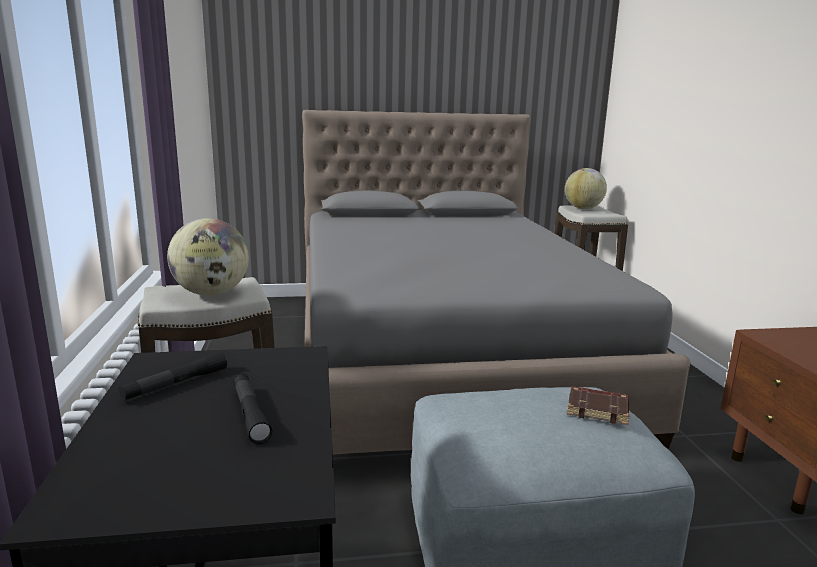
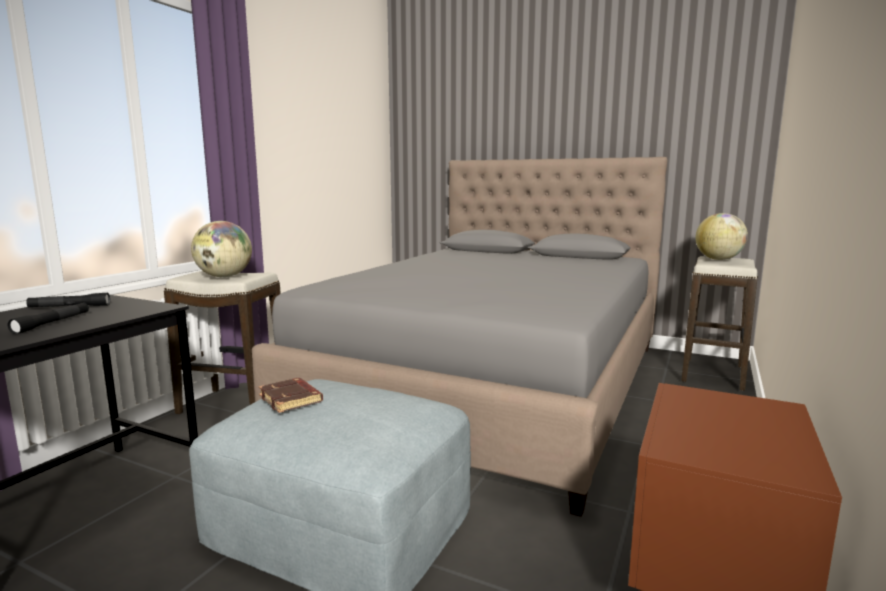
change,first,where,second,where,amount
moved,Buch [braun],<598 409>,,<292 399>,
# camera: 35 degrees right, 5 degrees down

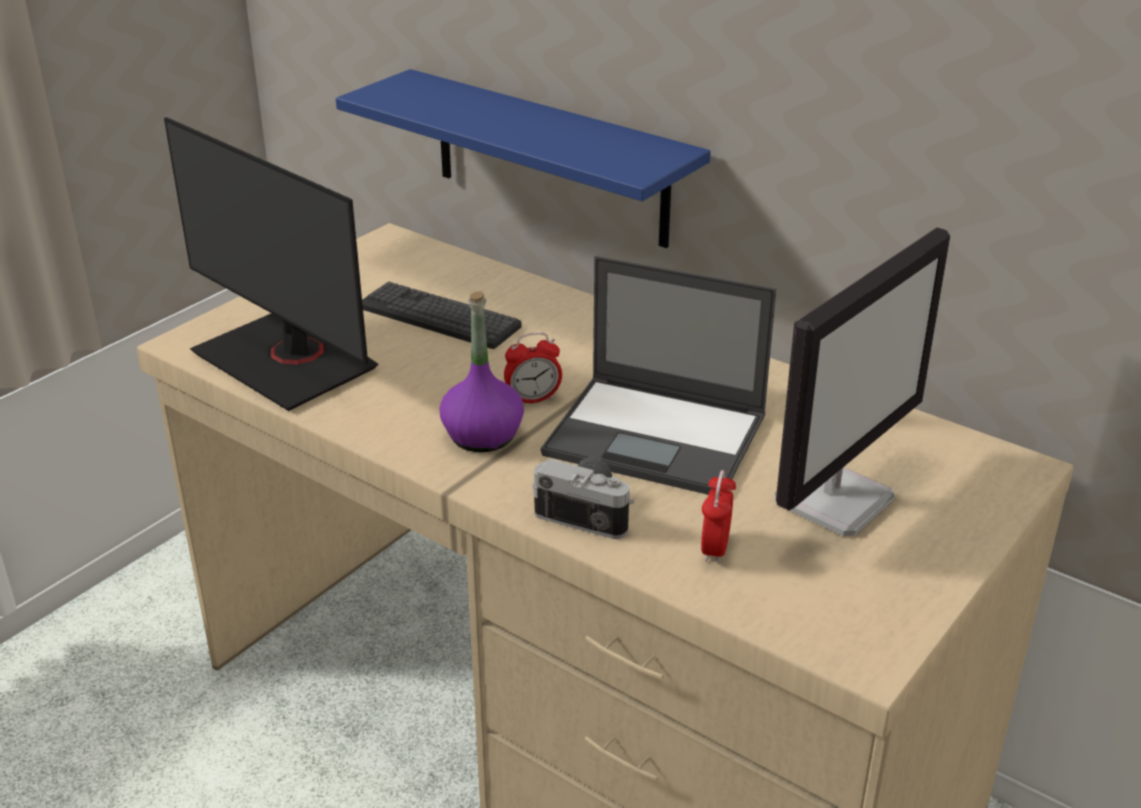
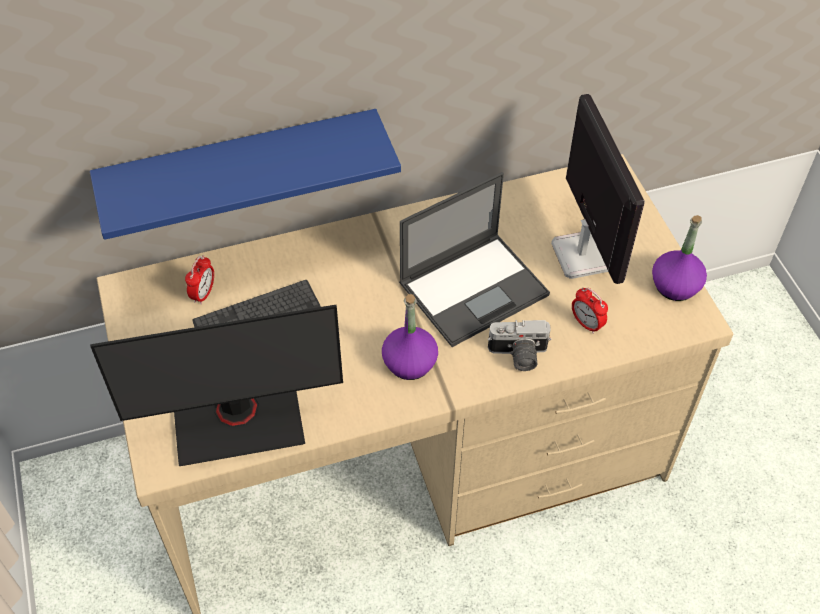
change,first,where,second,where,amount
moved,Wecker,<533 399>,,<203 294>,
turned,Kamera,<588 511>,,<518 356>,150 degrees counterclockwise
added,,,Flasche [lila],<675 286>,
# camera: 55 degrees left, 20 degrees up

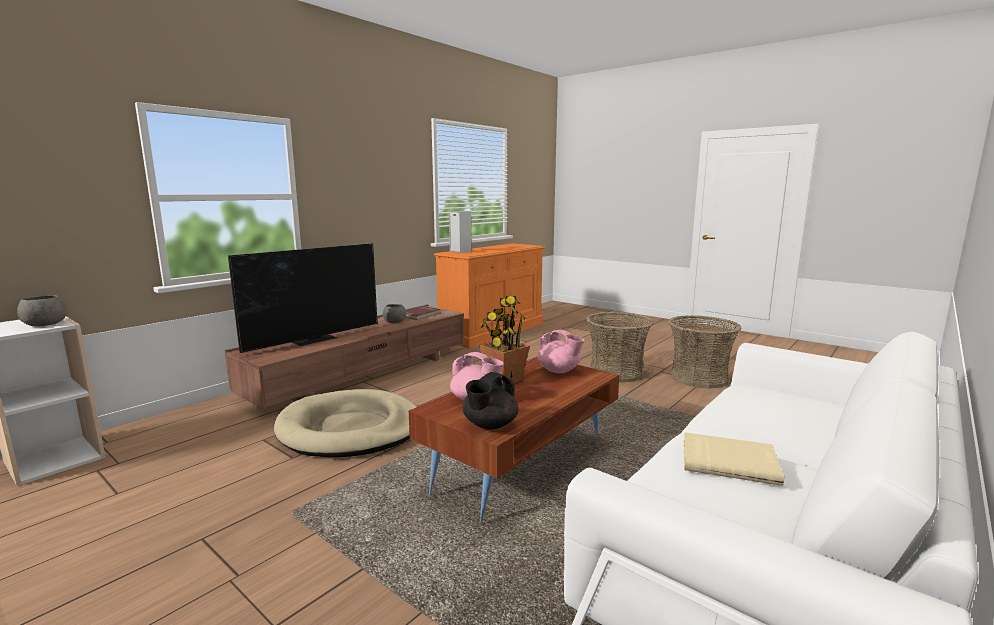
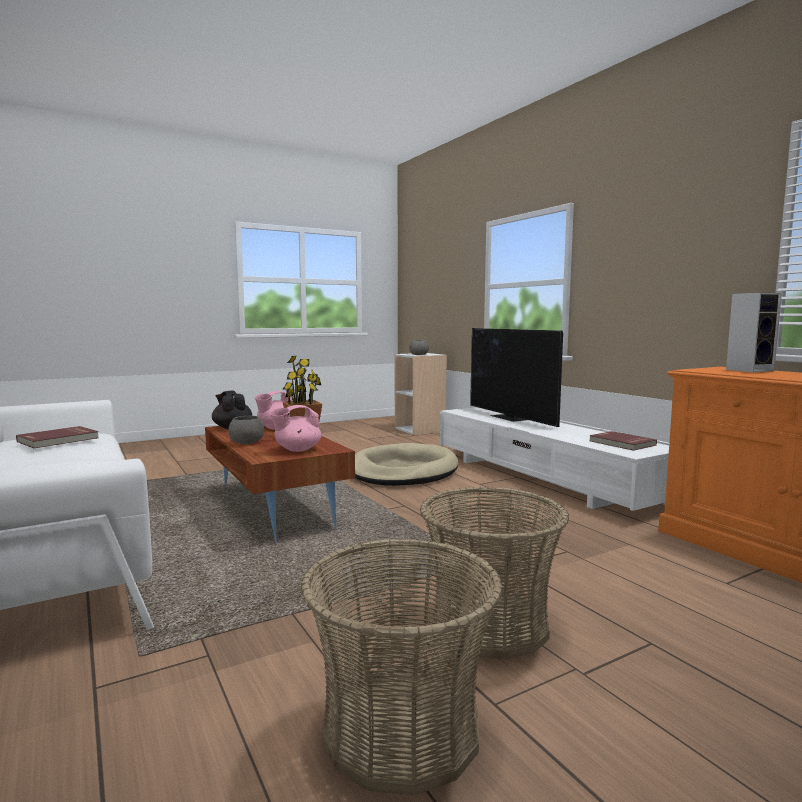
change,first,where,second,where,amount
moved,Schüssel [grau],<394 322>,,<247 442>,
recoloured,Fernsehschrank [braun],<362 373>,Fernsehschrank [weiß],<542 477>,
recoloured,Buch [beige],<728 461>,Buch [rot],<59 440>,
# camera: 110 degrees right, 5 degrees down

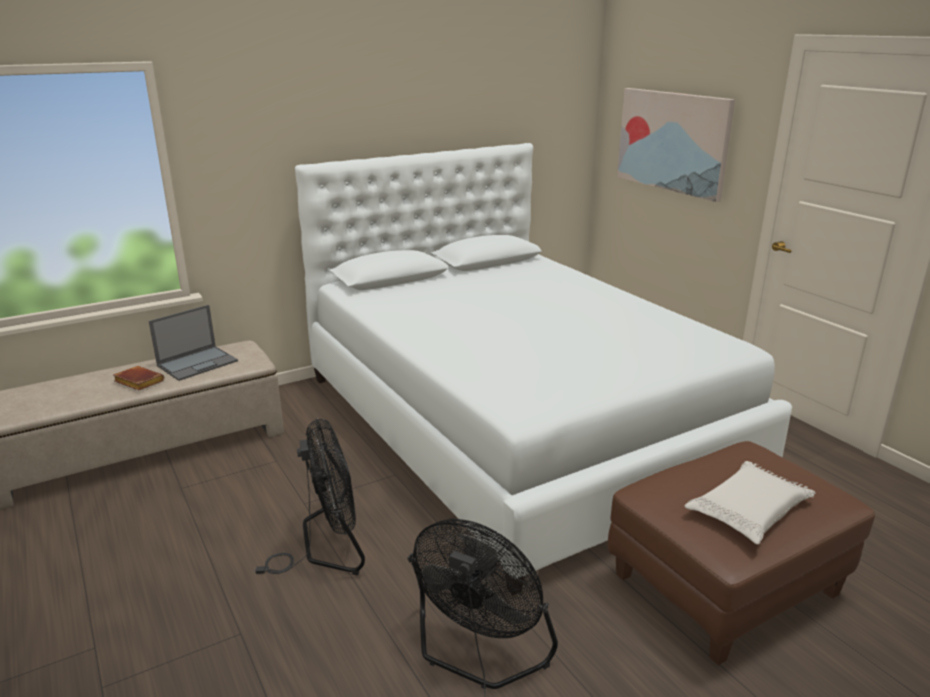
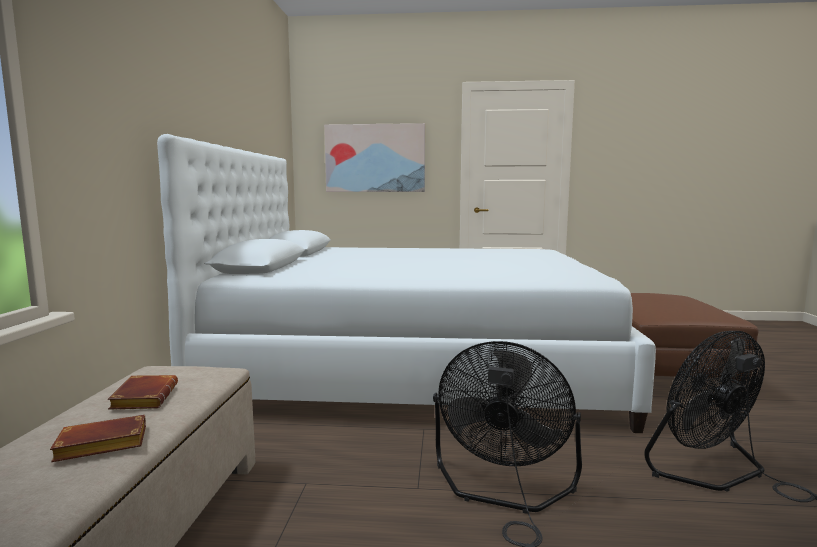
change,first,where,second,where,amount
replaced,Laptop,<198 363>,Buch [braun],<143 397>,
removed,Kissen [weiß],<749 508>,,,
# camera: 55 degrees left, 15 degrees down

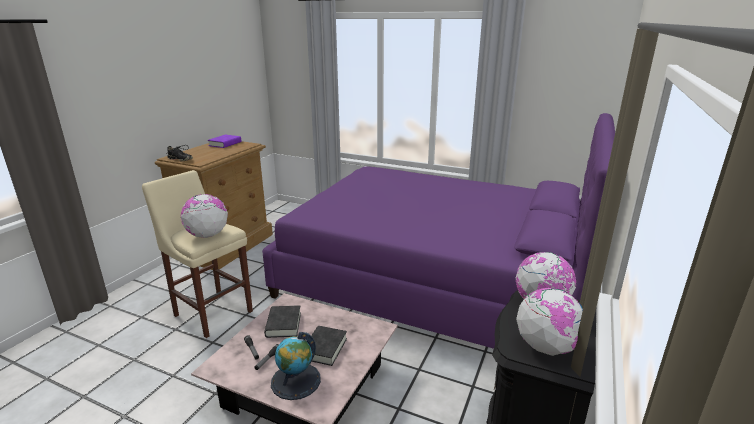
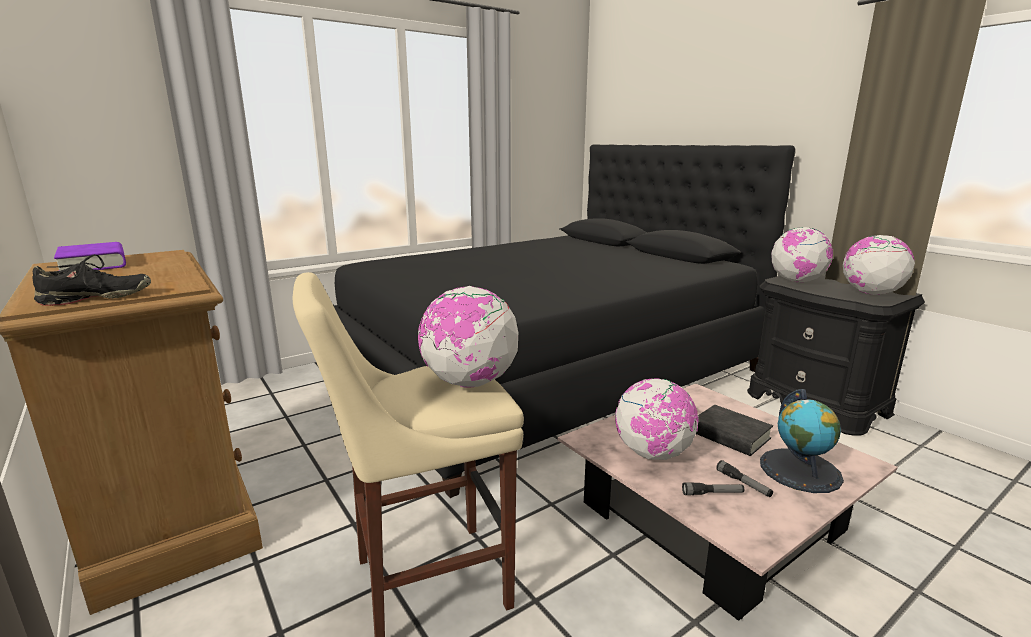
change,first,where,second,where,amount
recoloured,Bett [lila],<435 281>,Bett [schwarz],<546 371>,
replaced,Buch [schwarz],<283 324>,Globus,<653 454>,
# camera: 60 degrees left, 5 degrees down

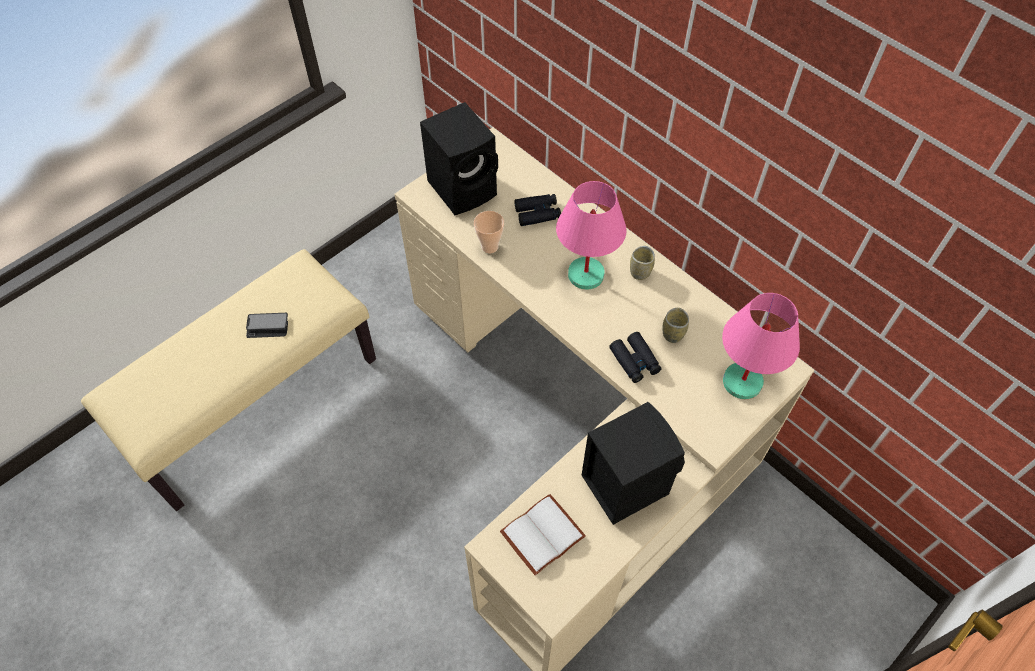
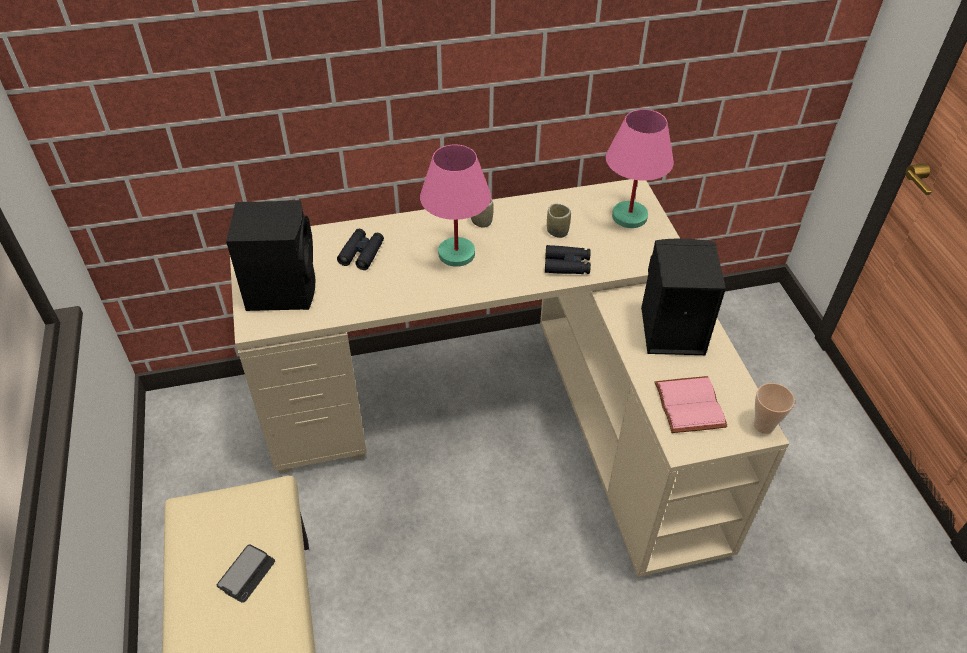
change,first,where,second,where,amount
moved,Tasse,<490 246>,,<763 425>,
recoloured,Buch [weiß],<542 532>,Buch [rosa],<687 405>,
# camera: 60 degrees left, 10 degrees down

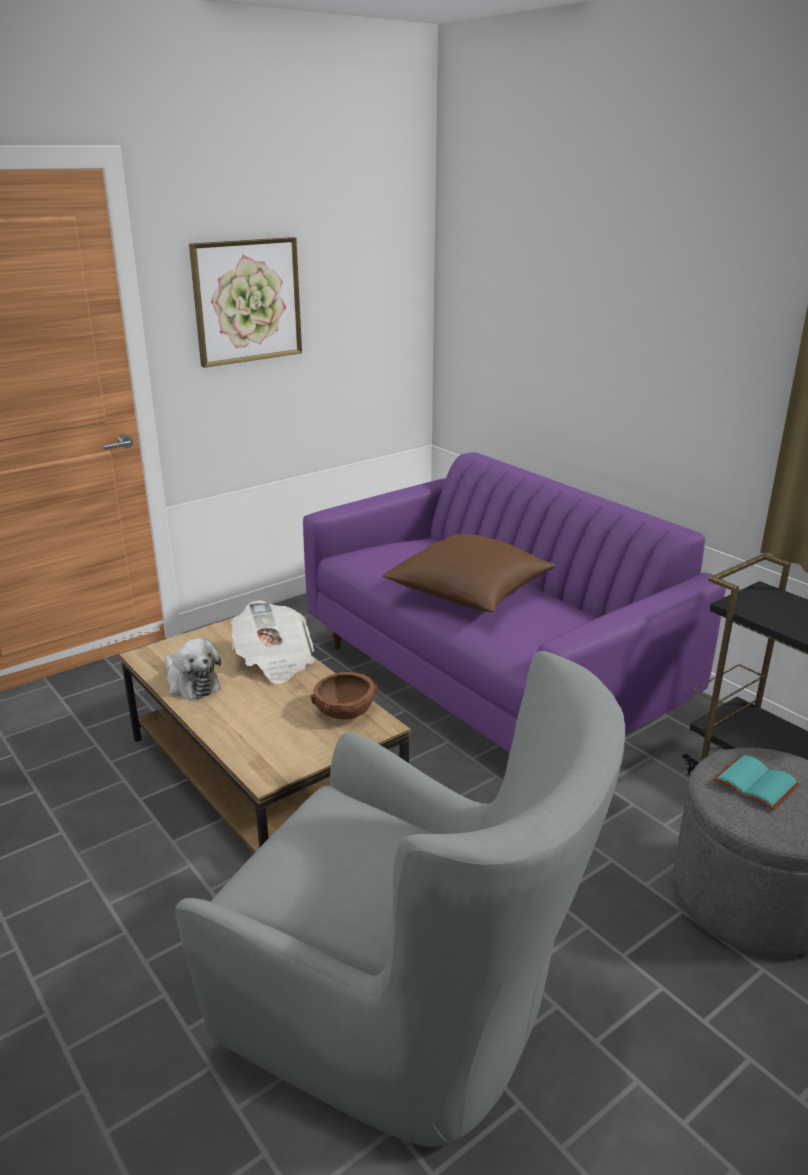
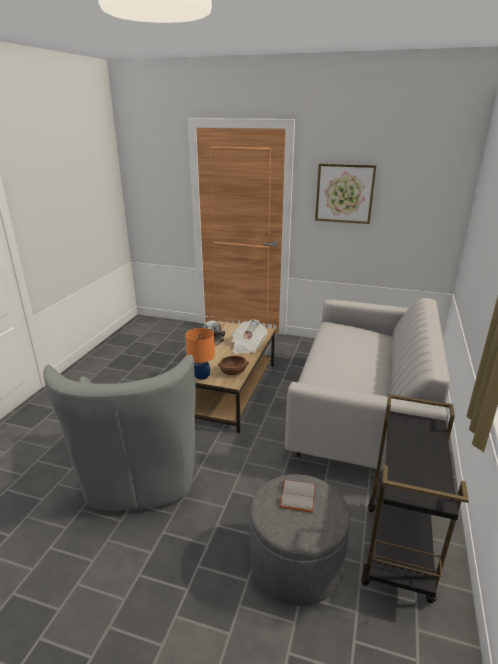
change,first,where,second,where,amount
recoloured,Sofa [lila],<492 679>,Sofa [grau],<361 415>,
removed,Kissen [braun],<469 592>,,,
recoloured,Buch [türkis],<753 784>,Buch [grau],<296 496>,
added,,,Tischlampe [orange],<201 377>,
# camera: 55 degrees right, 0 degrees up

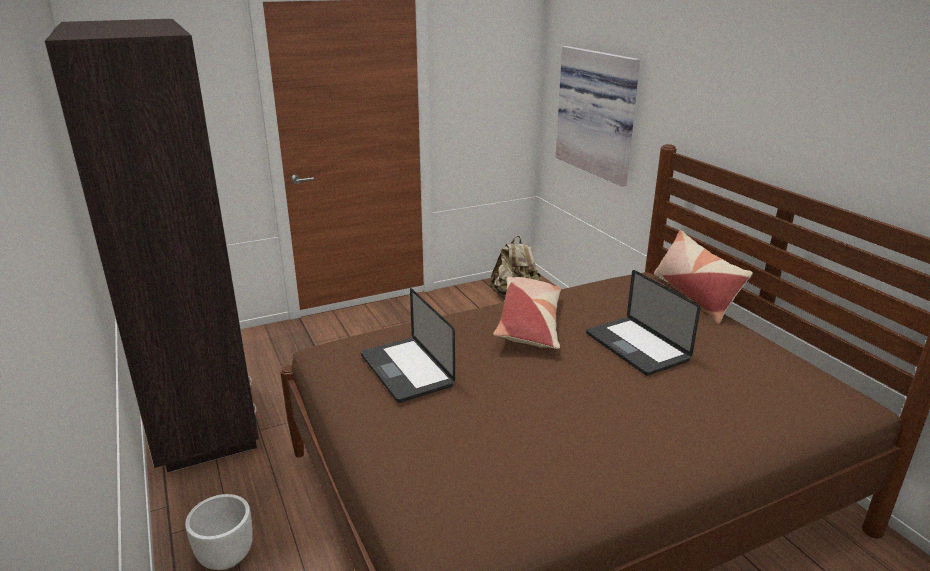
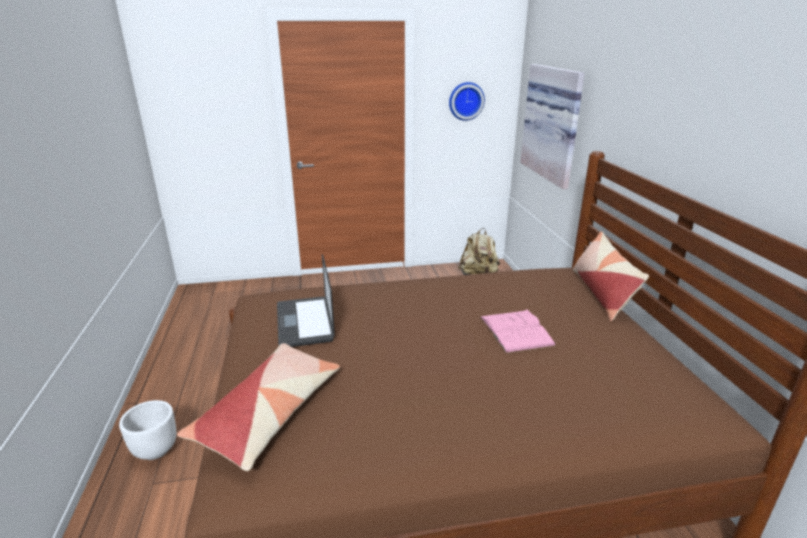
change,first,where,second,where,amount
removed,Kleiderschrank [braun],<200 411>,,,
replaced,Laptop,<636 347>,Buch [rosa],<516 331>,
moved,Kissen,<529 323>,,<270 412>,
added,,,Wanduhr,<465 101>,
# camera: 15 degrees right, 0 degrees up

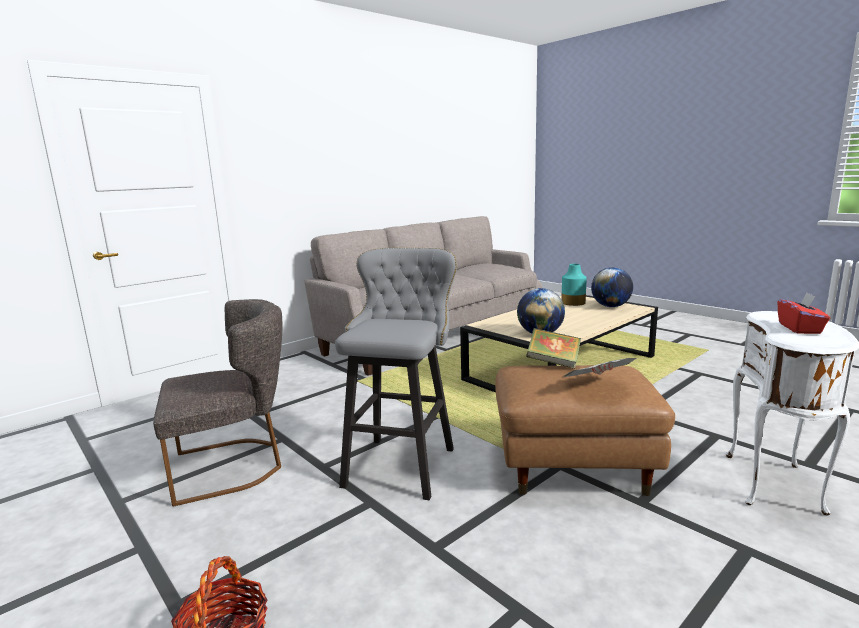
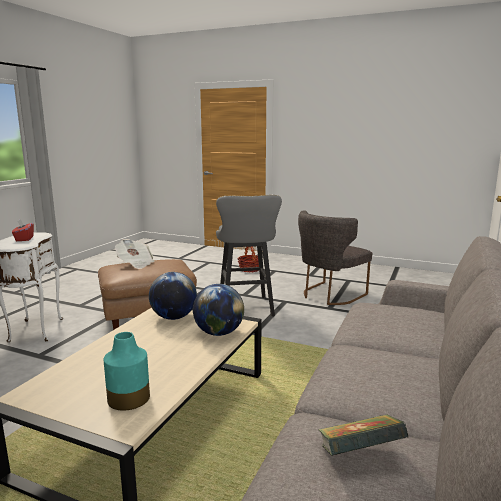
change,first,where,second,where,amount
moved,Globus,<611 306>,,<218 333>,
moved,Buch,<553 363>,,<359 455>,
# camera: 155 degrees right, 0 degrees up

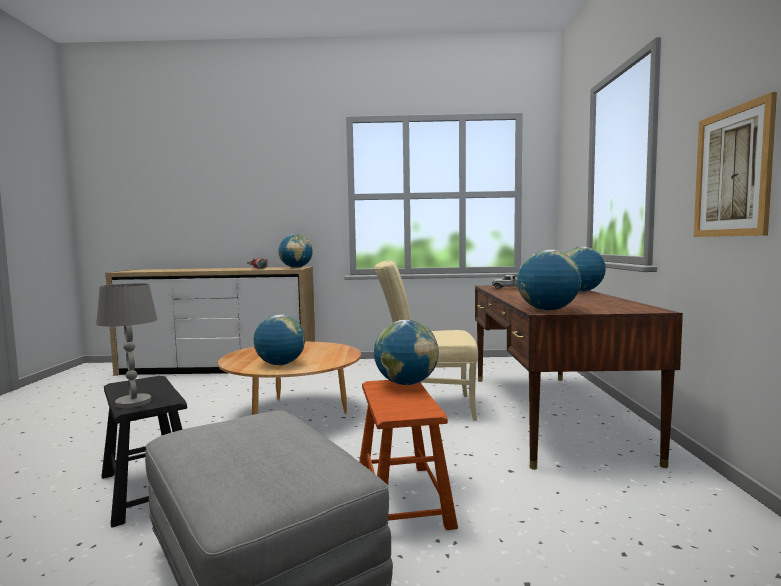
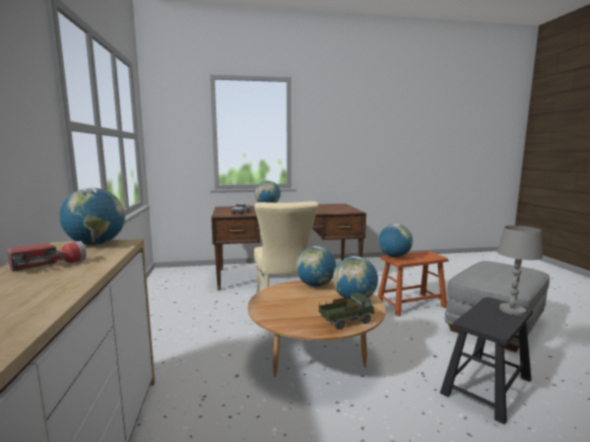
change,first,where,second,where,amount
removed,Bild,<732 173>,,,
moved,Globus,<547 310>,,<315 285>,
added,,,Spielzeuglaster,<346 322>,
# camera: 100 degrees left, 5 degrees up

